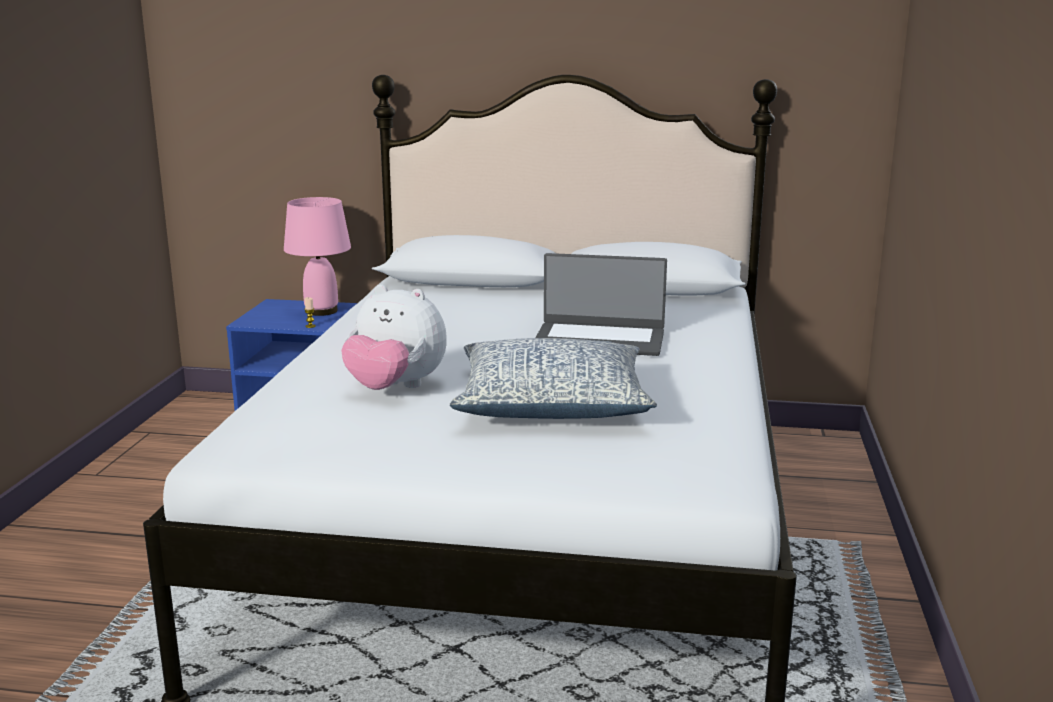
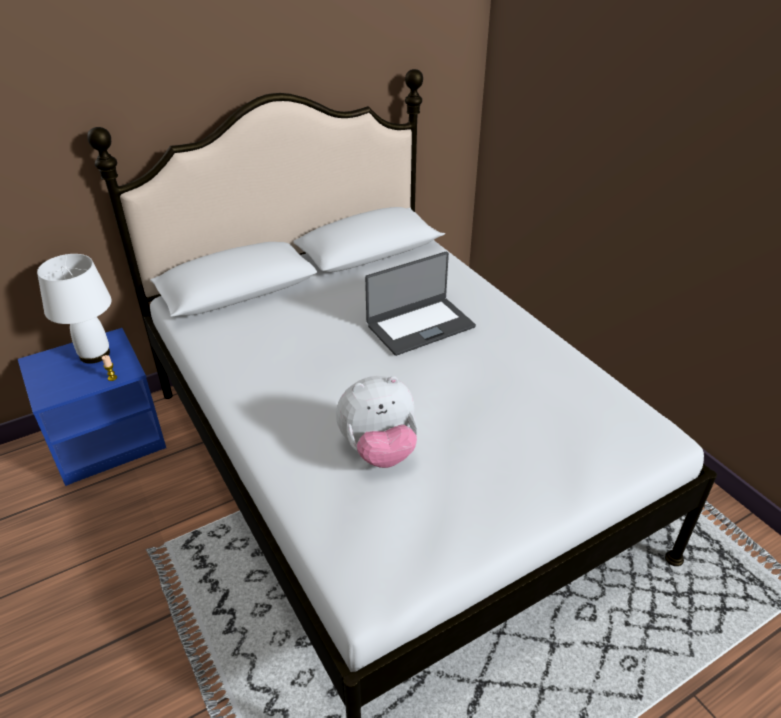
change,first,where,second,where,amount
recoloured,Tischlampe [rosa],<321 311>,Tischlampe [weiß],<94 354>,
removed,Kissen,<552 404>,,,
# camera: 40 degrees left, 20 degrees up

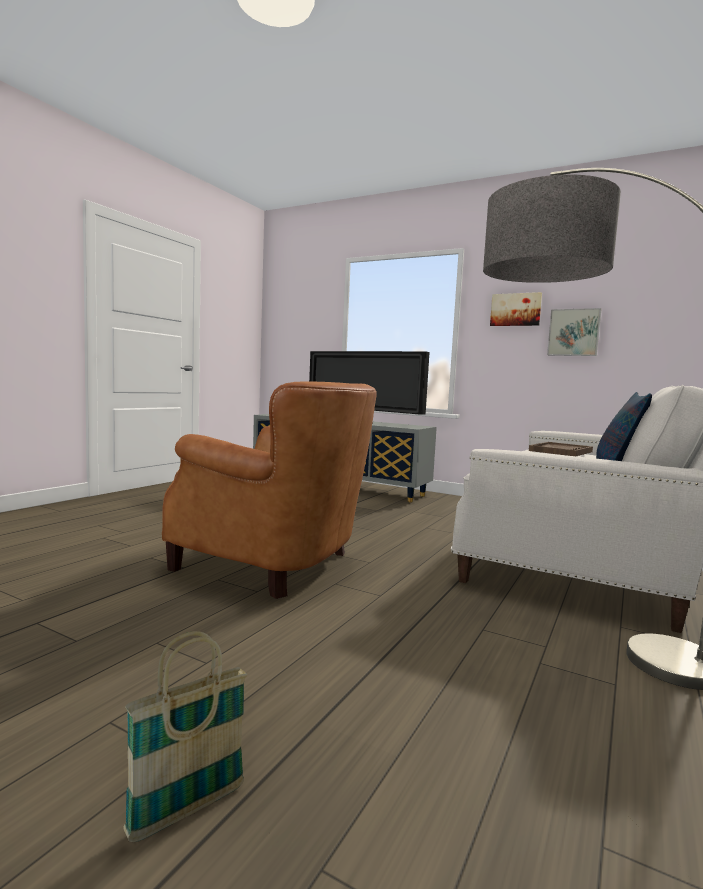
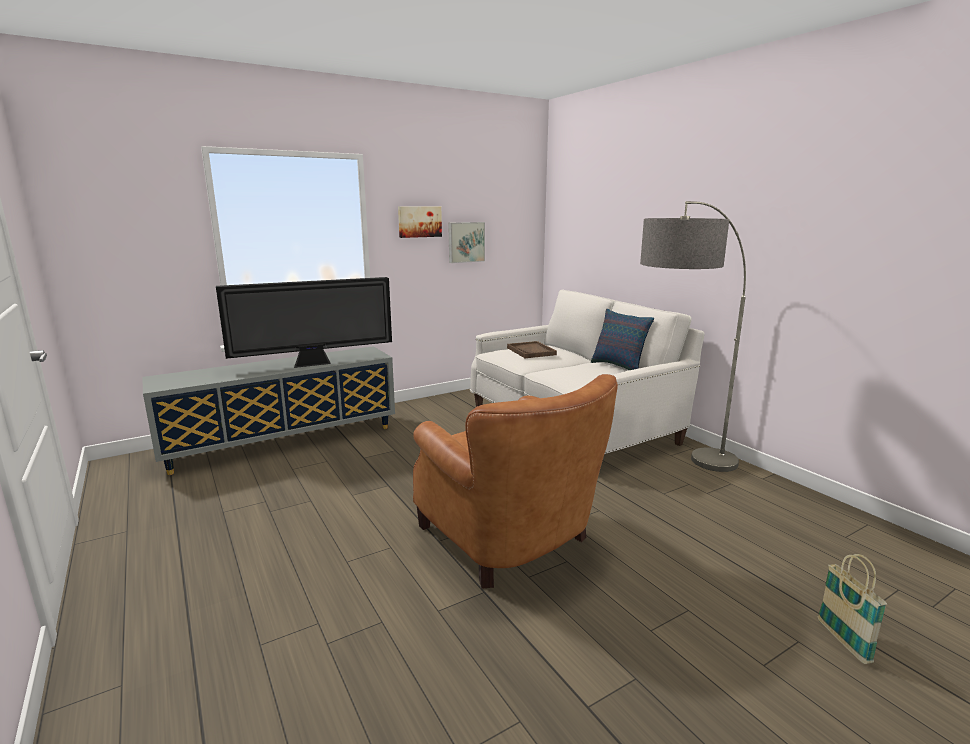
change,first,where,second,where,amount
turned,Sessel [braun],<273 564>,,<509 539>,90 degrees clockwise
# camera: 60 degrees left, 10 degrees up

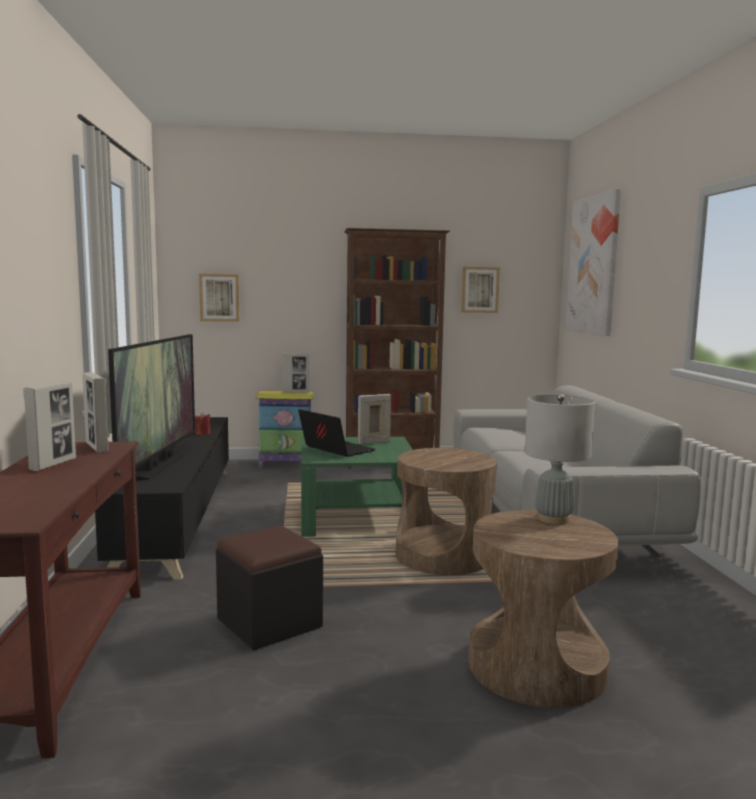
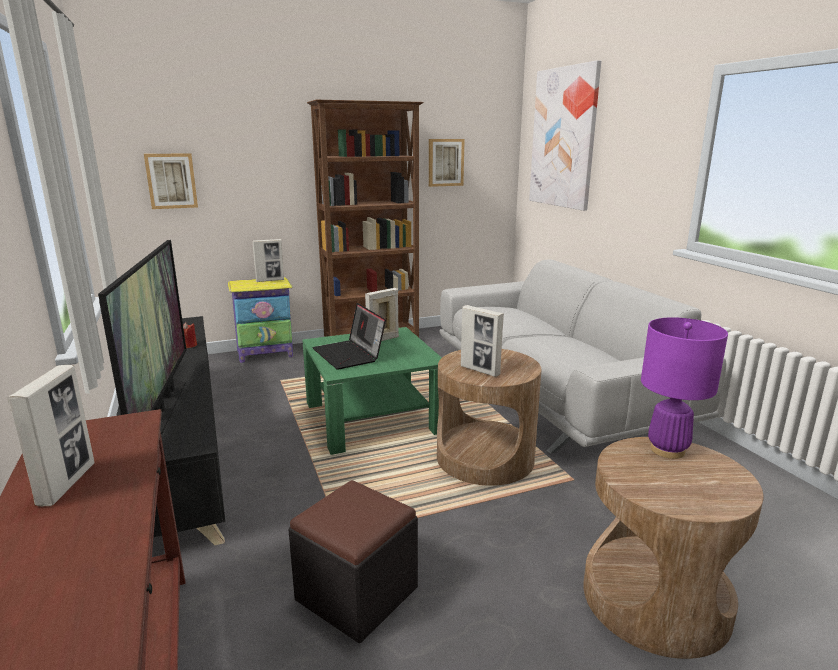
change,first,where,second,where,amount
moved,Bilderrahmen,<97 447>,,<480 370>,
recoloured,Tischlampe [grau],<554 519>,Tischlampe [lila],<667 450>,
turned,Laptop,<335 449>,,<350 355>,150 degrees counterclockwise
# camera: 15 degrees left, 10 degrees up

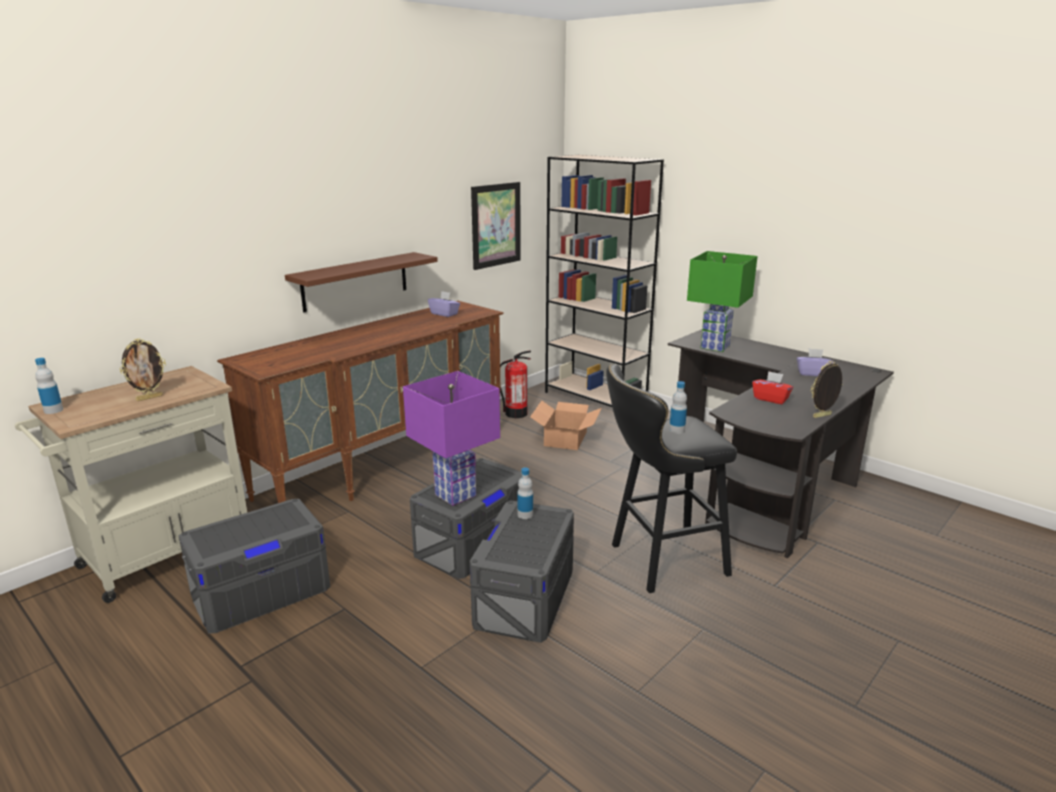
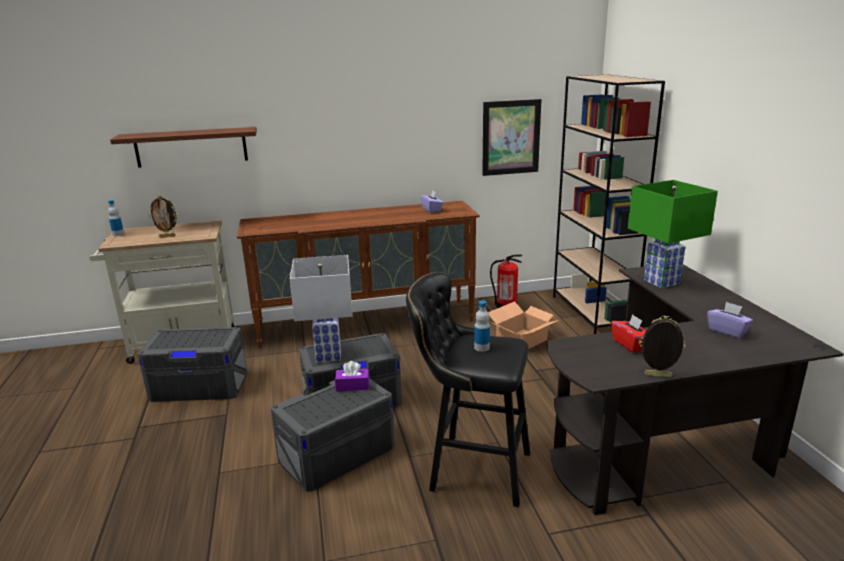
change,first,where,second,where,amount
moved,Wandregal [braun],<355 281>,,<191 147>,
recoloured,Tischlampe [lila],<455 496>,Tischlampe [weiß],<327 356>,
replaced,Flasche,<525 515>,Taschentuchbox [lila],<352 386>,
# camera: 35 degrees right, 0 degrees up

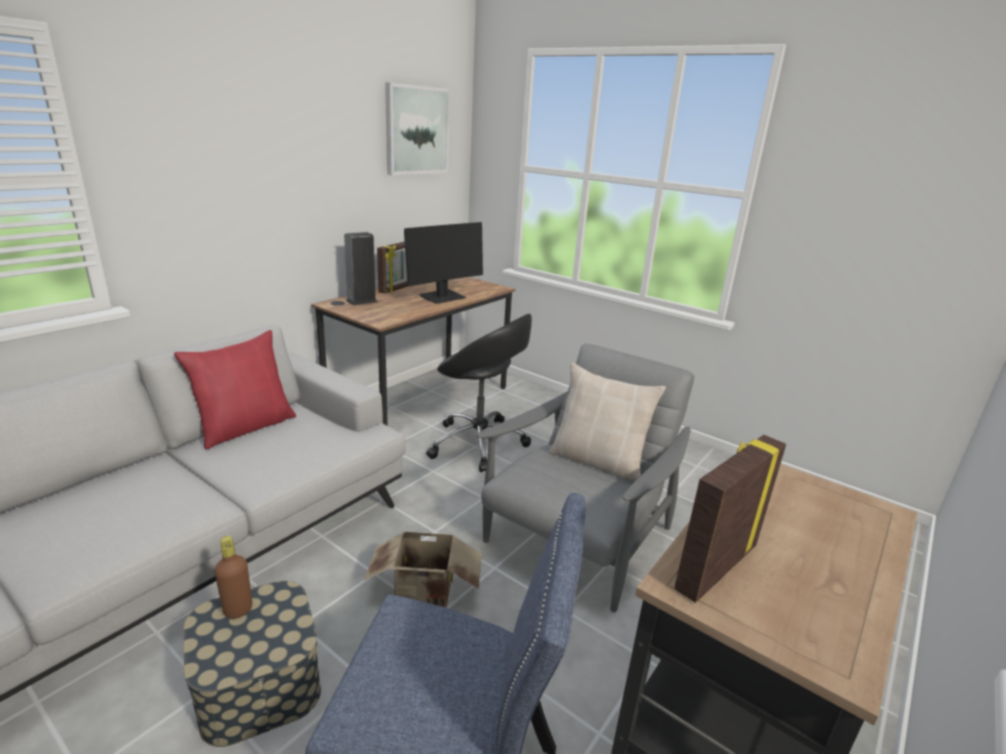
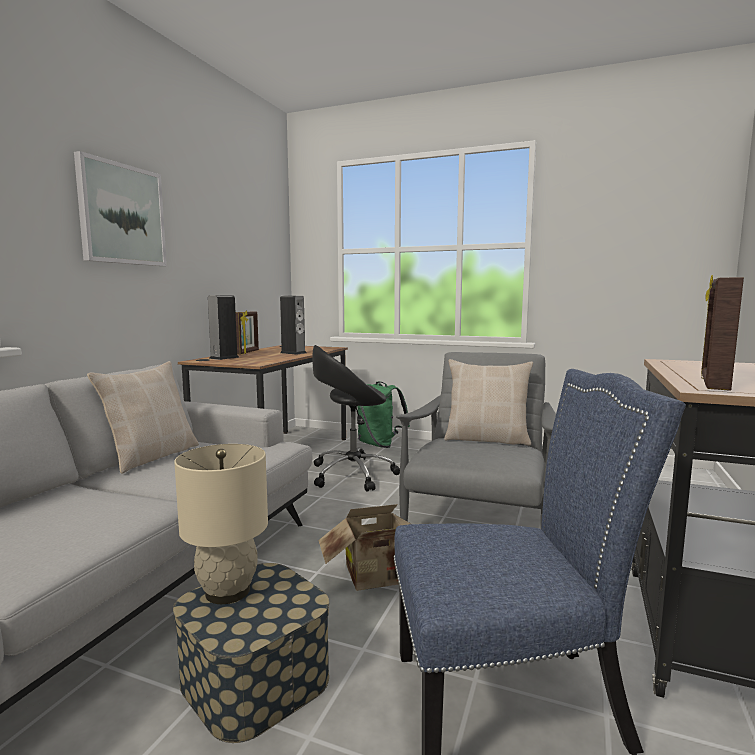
change,first,where,second,where,amount
moved,Bild,<416 130>,,<122 214>,
replaced,Monitor,<442 297>,Lautsprecher,<293 353>,
turned,Bürostuhl [schwarz],<480 444>,,<350 474>,150 degrees clockwise
recoloured,Kissen [rot],<245 427>,Kissen [beige],<151 456>,
replaced,Flasche [braun],<238 610>,Tischlampe [beige],<227 591>,
added,,,Rucksack [grün],<380 444>,
# camera: 15 degrees left, 15 degrees down

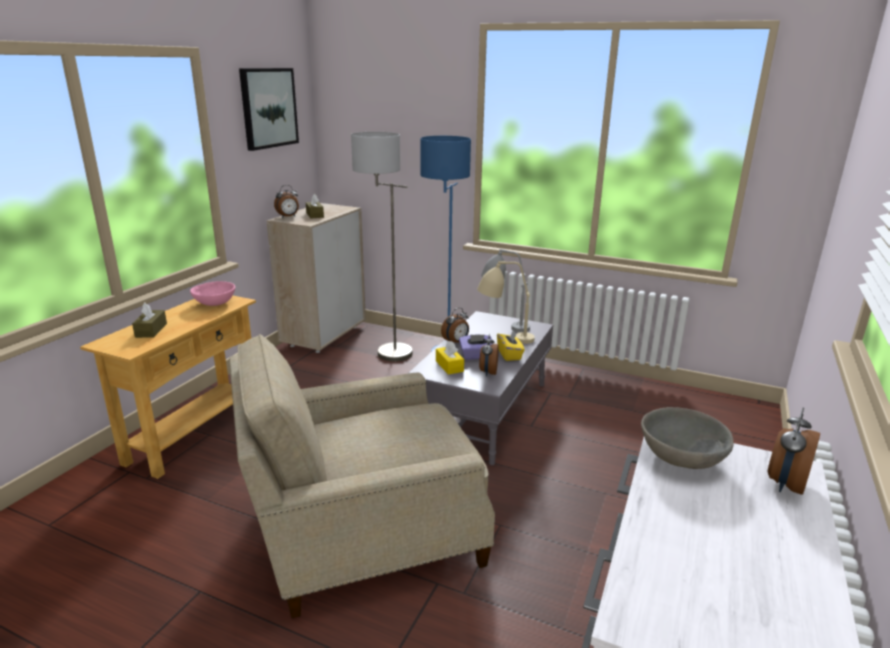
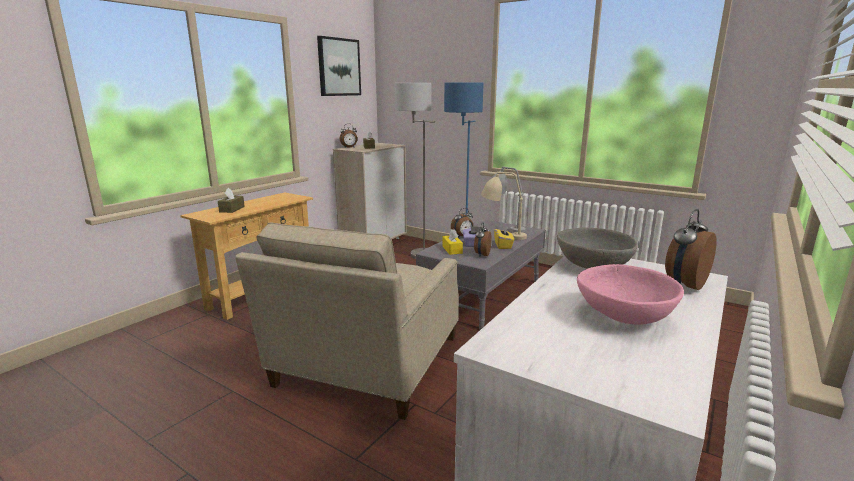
change,first,where,second,where,amount
moved,Schüssel [rosa],<214 303>,,<622 316>,
turned,Sessel [beige],<363 530>,,<366 363>,60 degrees counterclockwise
# camera: 10 degrees right, 5 degrees down

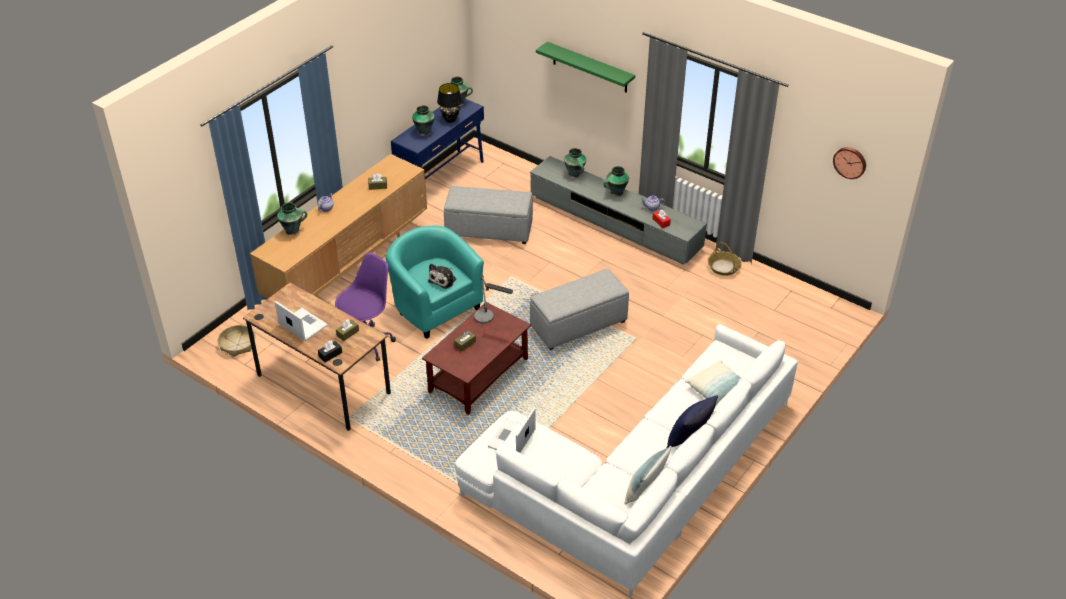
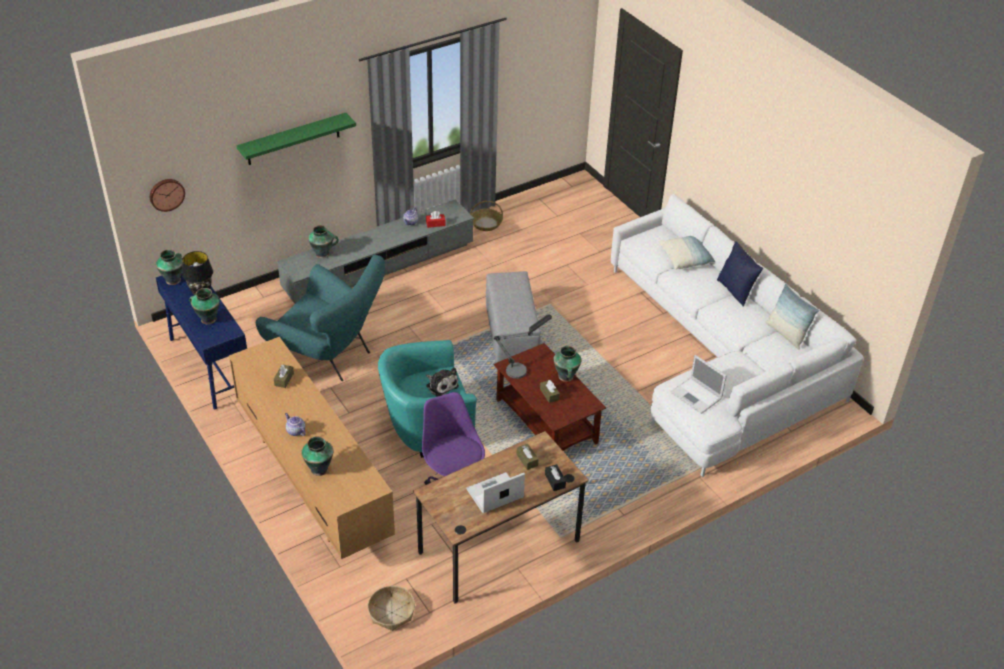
change,first,where,second,where,amount
moved,Wanduhr,<850 162>,,<166 194>,
moved,Vase,<616 193>,,<566 377>,
replaced,Polsterhocker [grau],<488 230>,Sessel [türkis],<328 355>,
# camera: 70 degrees left, 0 degrees up

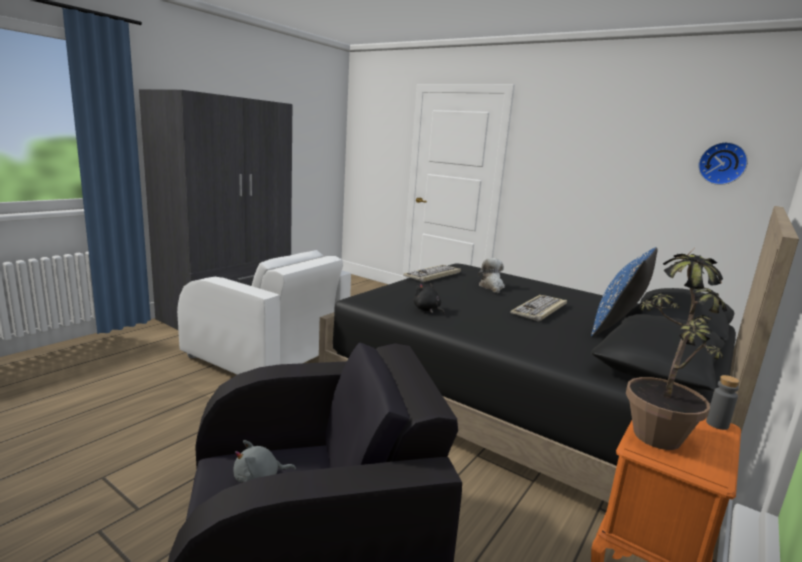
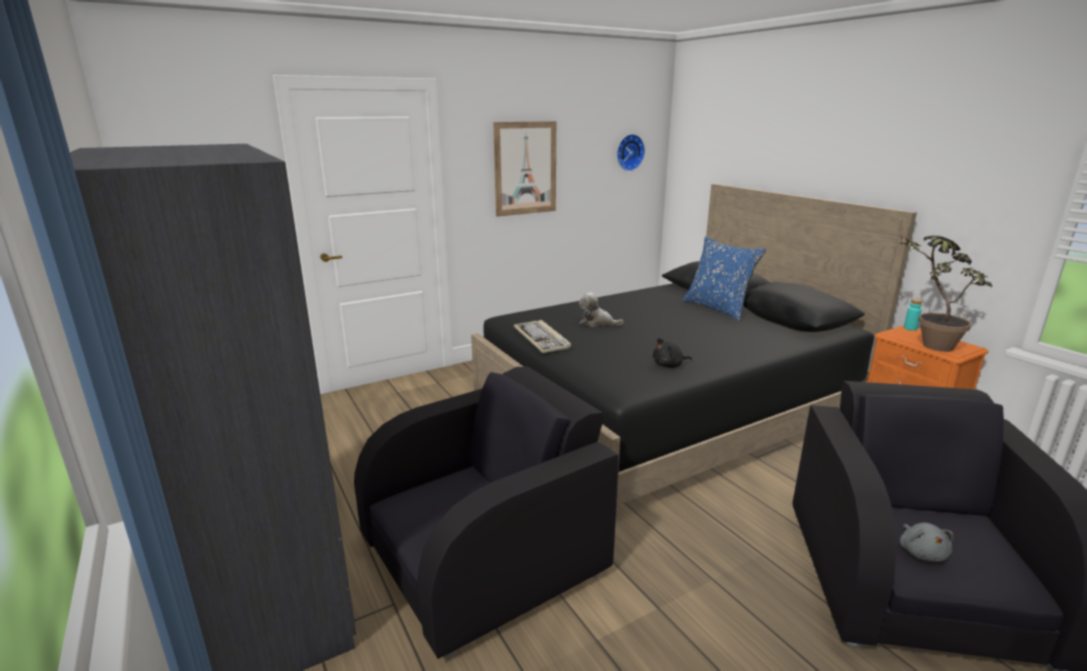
change,first,where,second,where,amount
recoloured,Sessel [weiß],<268 354>,Sessel [schwarz],<485 557>,
removed,Tastatur,<539 310>,,,
recoloured,Flasche [grau],<717 424>,Flasche [türkis],<910 328>,
added,,,Bild,<525 168>,
# camera: 65 degrees left, 5 degrees up

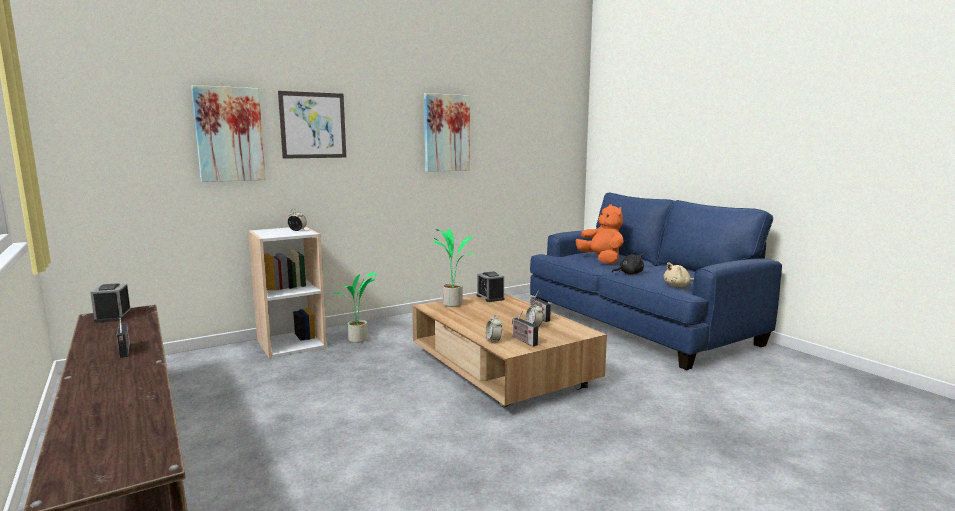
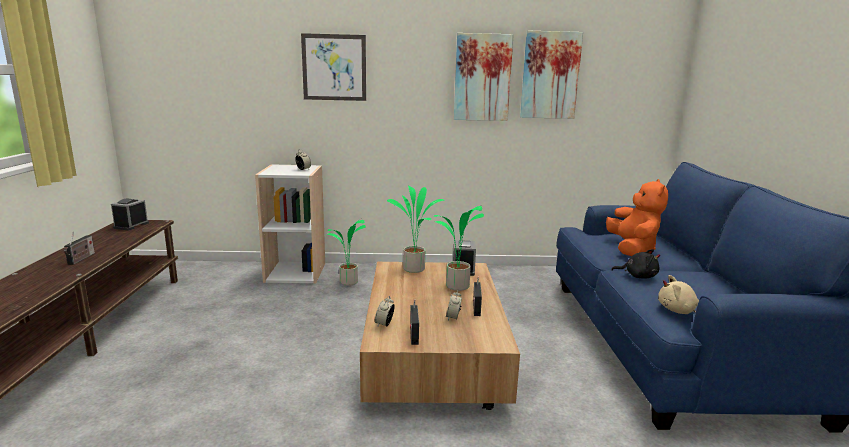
change,first,where,second,where,amount
moved,Bild,<229 134>,,<550 75>,
added,,,Topfpflanze,<457 287>,
# camera: 30 degrees right, 5 degrees up

